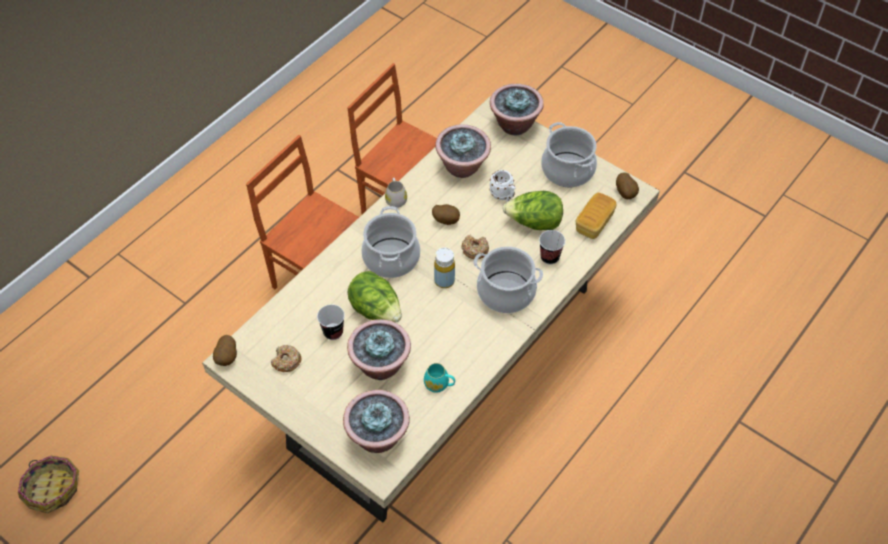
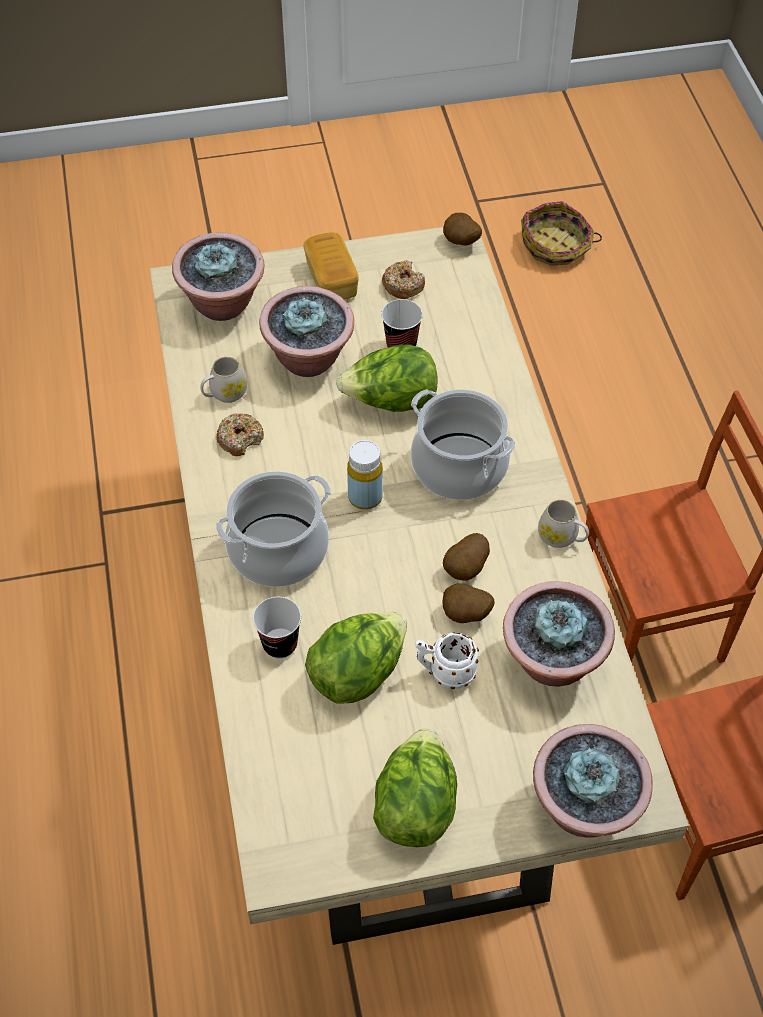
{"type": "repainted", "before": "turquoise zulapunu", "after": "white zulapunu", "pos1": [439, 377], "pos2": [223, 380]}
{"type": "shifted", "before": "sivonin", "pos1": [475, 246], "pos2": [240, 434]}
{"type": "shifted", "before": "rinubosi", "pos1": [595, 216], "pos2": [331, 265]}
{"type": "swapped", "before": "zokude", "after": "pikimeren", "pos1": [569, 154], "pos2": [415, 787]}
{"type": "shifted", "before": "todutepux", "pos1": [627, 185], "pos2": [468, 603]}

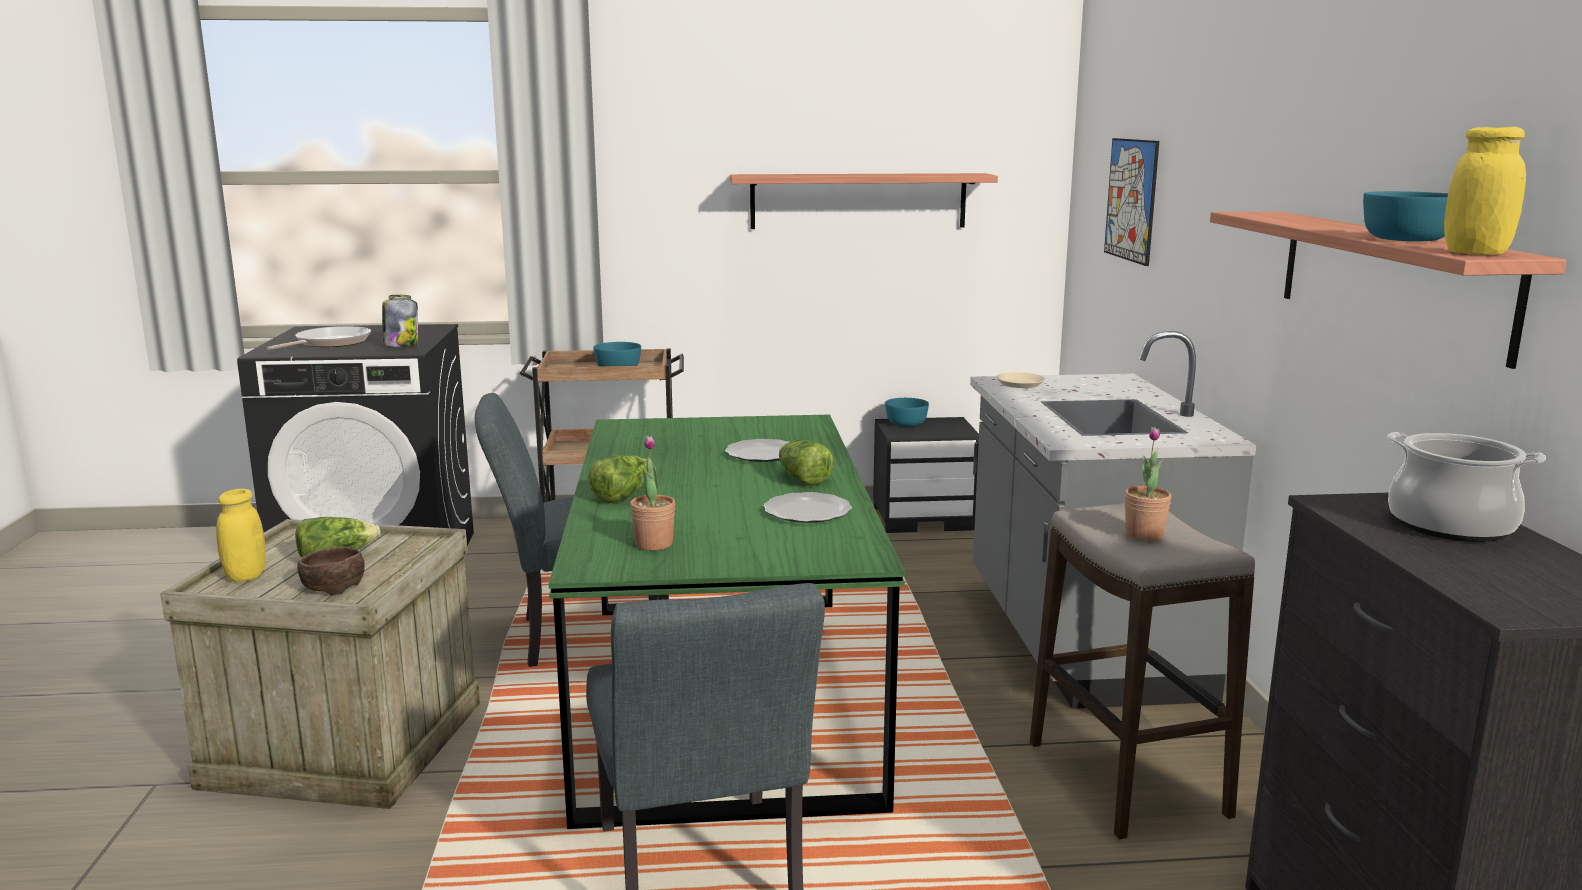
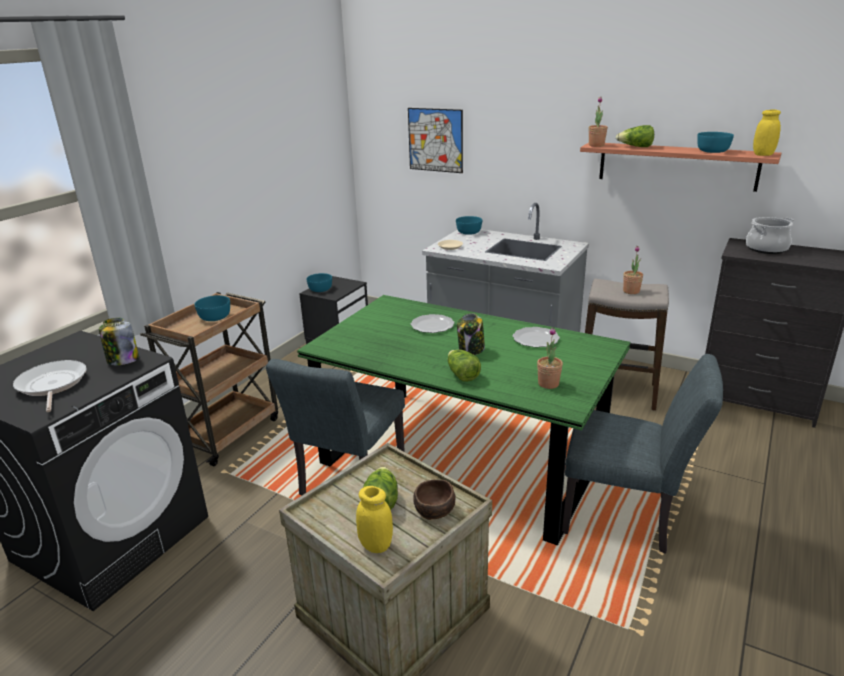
{"type": "new", "after": "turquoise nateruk", "pos2": [469, 225]}
{"type": "new", "after": "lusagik", "pos2": [471, 334]}
{"type": "new", "after": "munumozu", "pos2": [598, 122]}
{"type": "shifted", "before": "pikimeren", "pos1": [806, 463], "pos2": [635, 136]}
{"type": "gone", "before": "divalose", "pos1": [864, 201]}

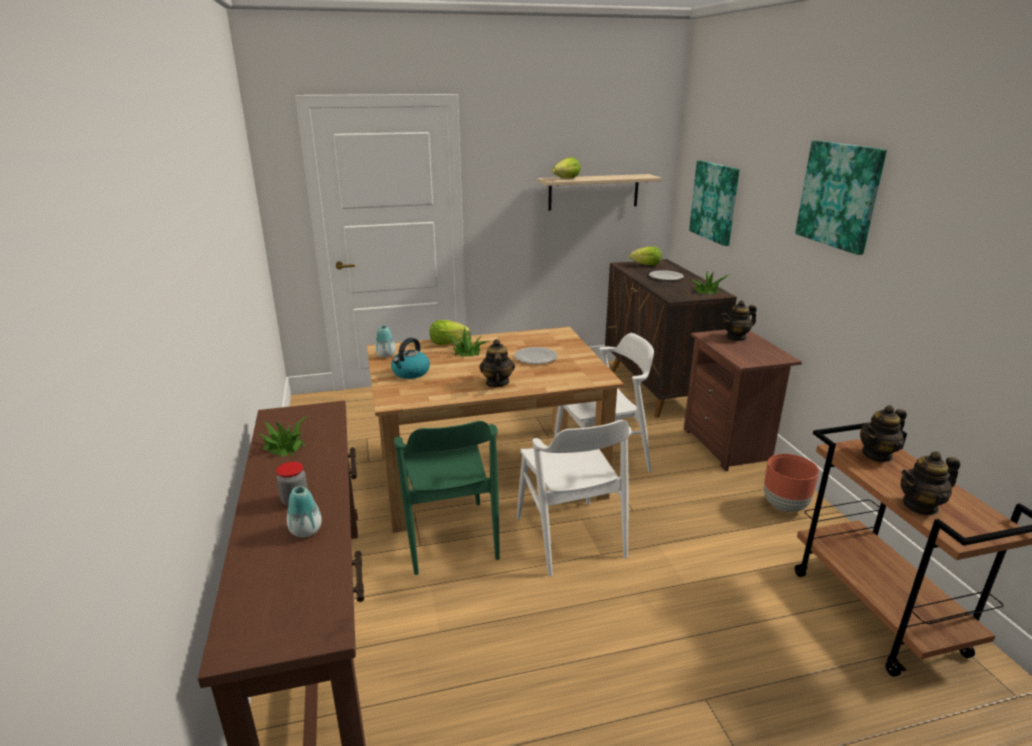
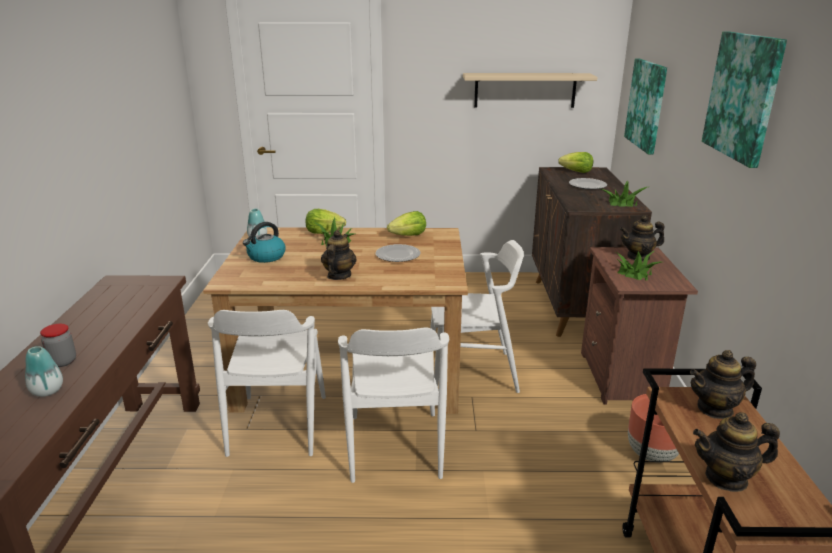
{"type": "repainted", "before": "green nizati", "after": "white nizati", "pos1": [447, 498], "pos2": [267, 383]}
{"type": "shifted", "before": "pikimeren", "pos1": [566, 168], "pos2": [406, 223]}
{"type": "shifted", "before": "munumozu", "pos1": [282, 436], "pos2": [638, 265]}

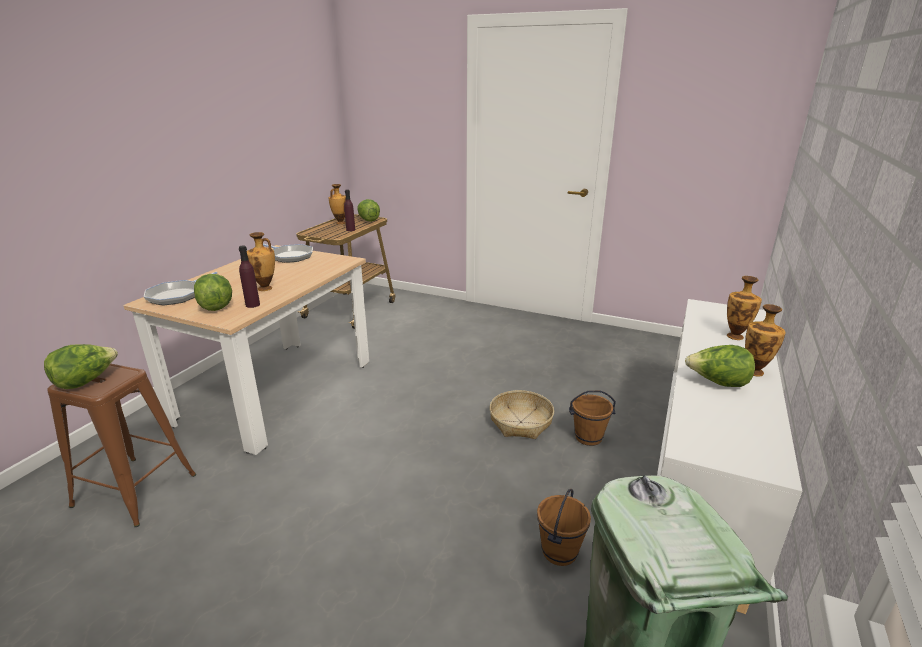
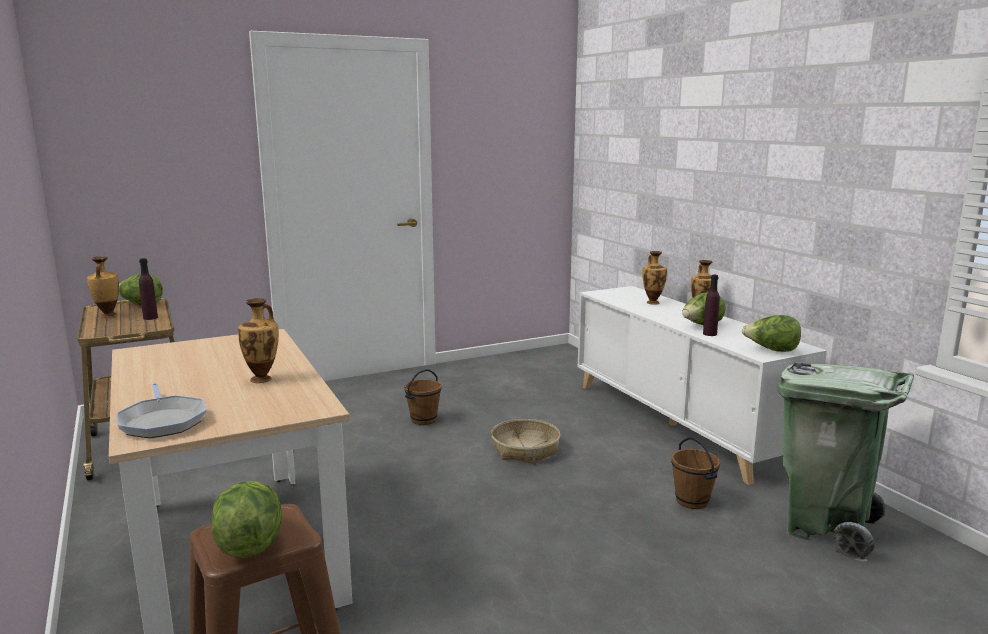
{"type": "shifted", "before": "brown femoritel", "pos1": [592, 418], "pos2": [423, 397]}
{"type": "shifted", "before": "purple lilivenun", "pos1": [249, 277], "pos2": [711, 305]}
{"type": "shifted", "before": "pikimeren", "pos1": [213, 292], "pos2": [771, 333]}
{"type": "gone", "before": "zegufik", "pos1": [288, 253]}

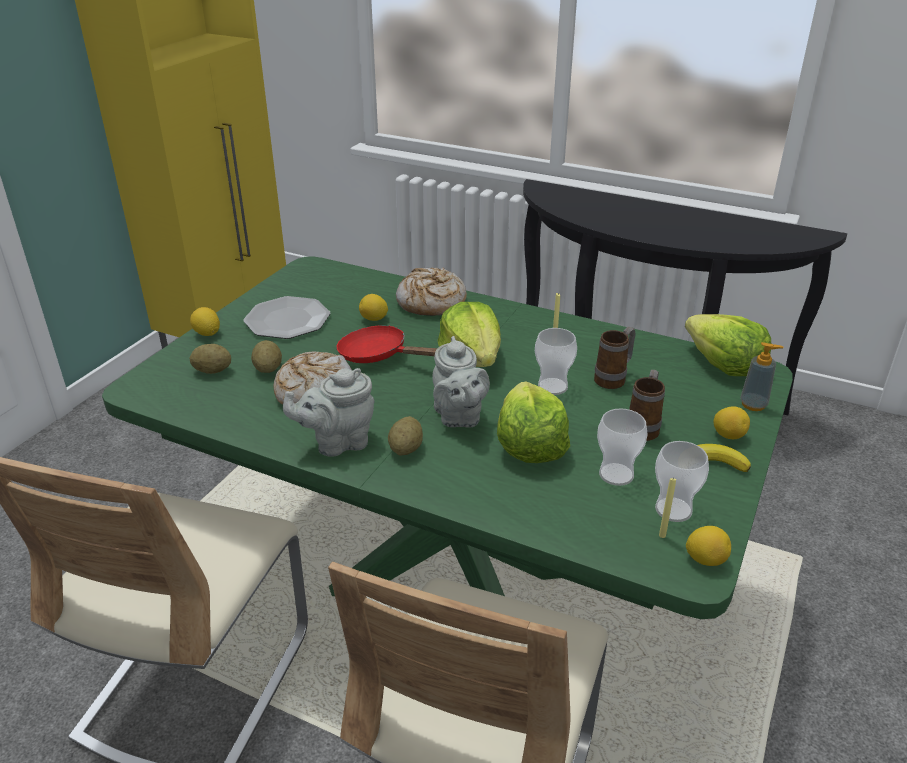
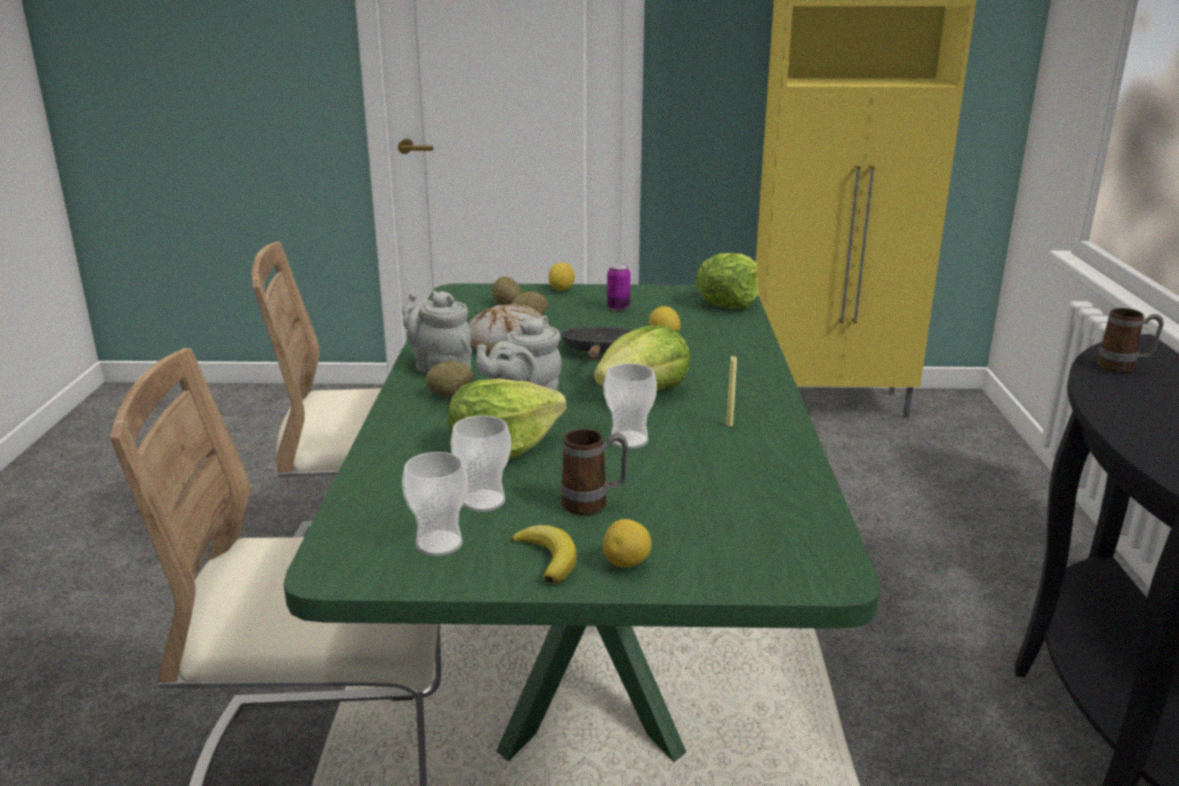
{"type": "repainted", "before": "red zegufik", "after": "black zegufik", "pos1": [386, 344], "pos2": [595, 343]}
{"type": "swapped", "before": "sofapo", "after": "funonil", "pos1": [286, 317], "pos2": [618, 287]}
{"type": "shifted", "before": "pikimeren", "pos1": [728, 345], "pos2": [727, 281]}
{"type": "shifted", "before": "zulapunu", "pos1": [615, 358], "pos2": [1130, 340]}
{"type": "gone", "before": "rinubosi", "pos1": [431, 291]}
{"type": "gone", "before": "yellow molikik", "pos1": [667, 507]}
{"type": "gone", "before": "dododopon", "pos1": [708, 546]}
{"type": "gone", "before": "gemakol", "pos1": [762, 376]}

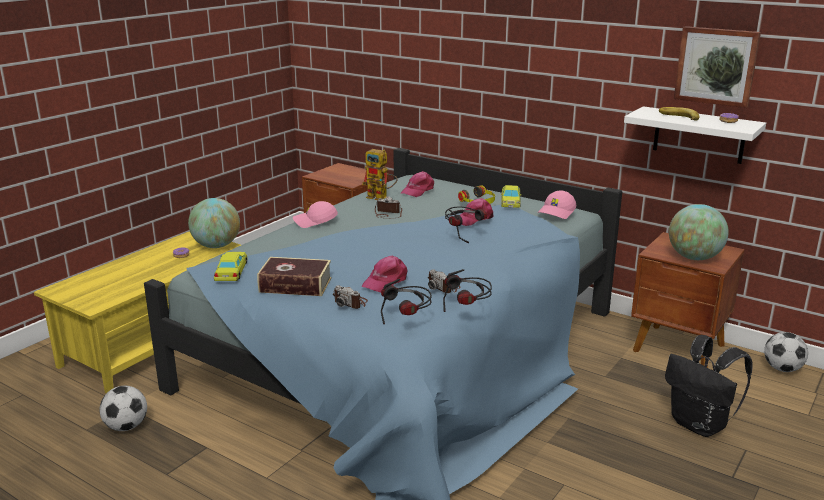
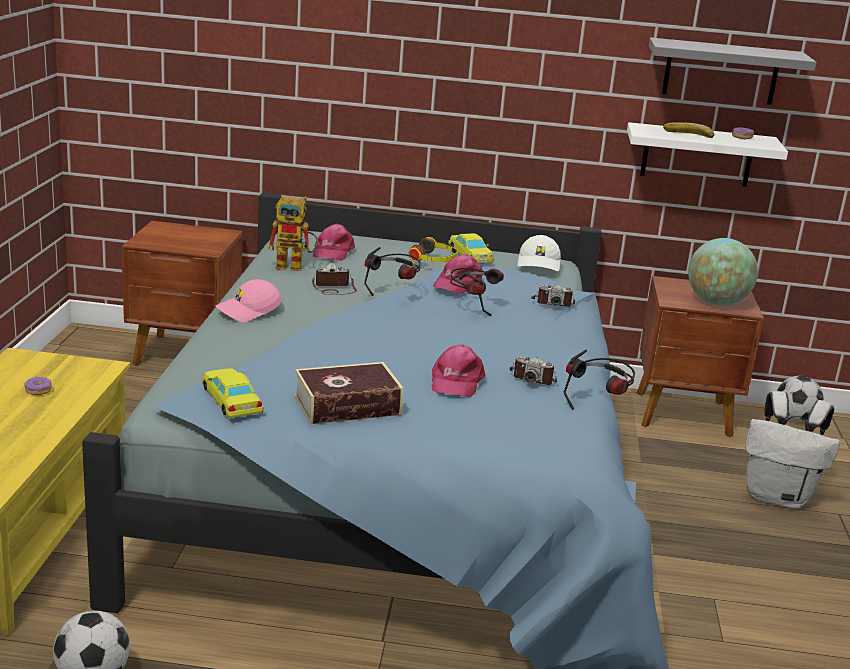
{"type": "shifted", "before": "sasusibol", "pos1": [406, 301], "pos2": [392, 271]}
{"type": "repainted", "before": "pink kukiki", "after": "white kukiki", "pos1": [556, 204], "pos2": [539, 253]}
{"type": "shifted", "before": "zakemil", "pos1": [350, 297], "pos2": [553, 296]}
{"type": "swapped", "before": "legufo", "after": "grey divalose", "pos1": [717, 67], "pos2": [733, 71]}
{"type": "repainted", "before": "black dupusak", "after": "white dupusak", "pos1": [709, 386], "pos2": [792, 450]}
{"type": "gone", "before": "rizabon", "pos1": [214, 223]}

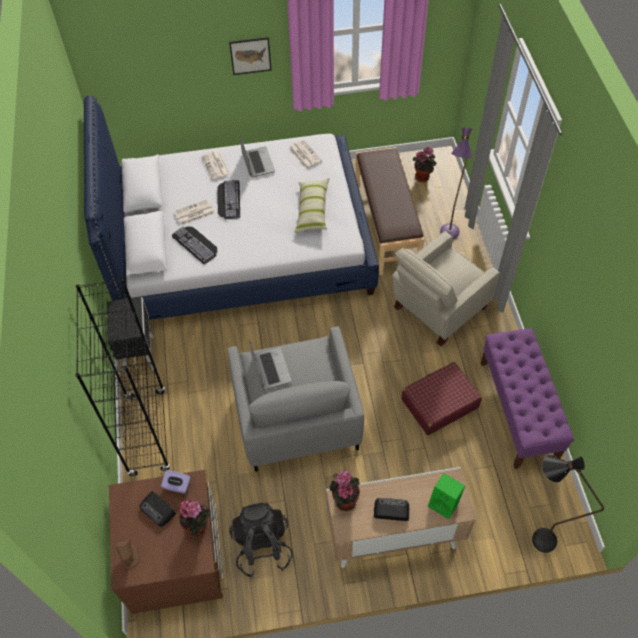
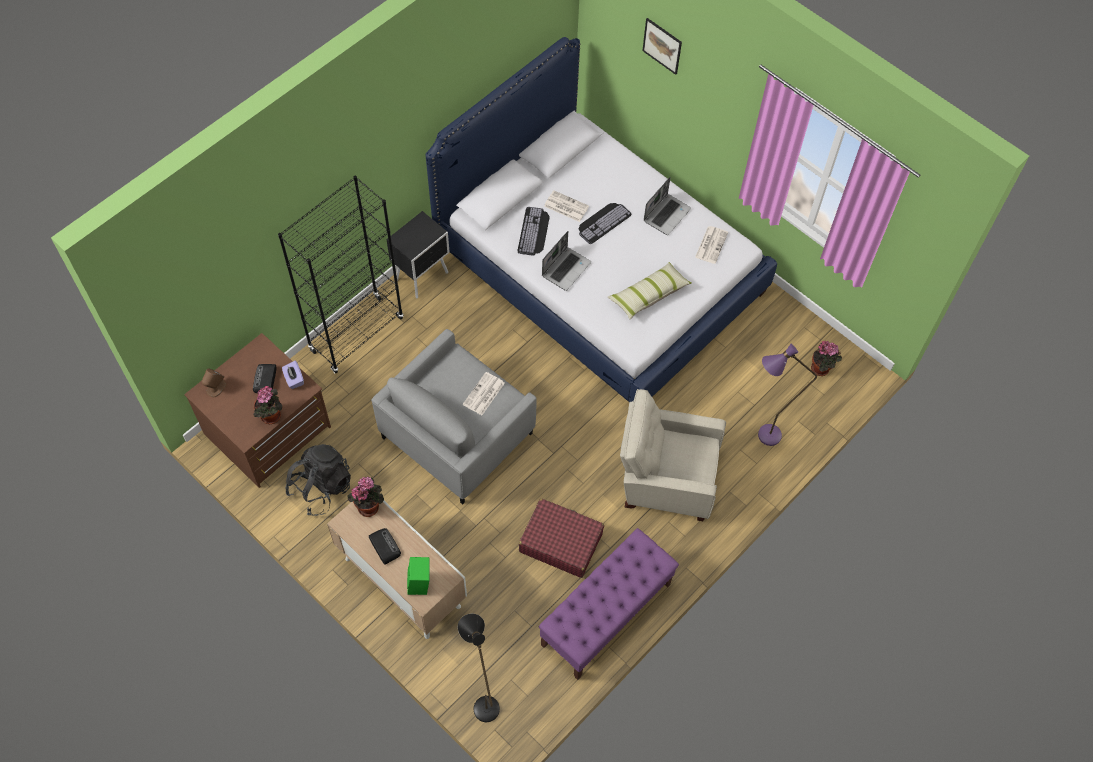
{"type": "shifted", "before": "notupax", "pos1": [216, 165], "pos2": [484, 393]}
{"type": "shifted", "before": "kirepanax", "pos1": [270, 364], "pos2": [566, 261]}
{"type": "shifted", "before": "legufo", "pos1": [250, 56], "pos2": [662, 46]}
{"type": "gone", "before": "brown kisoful", "pos1": [390, 211]}

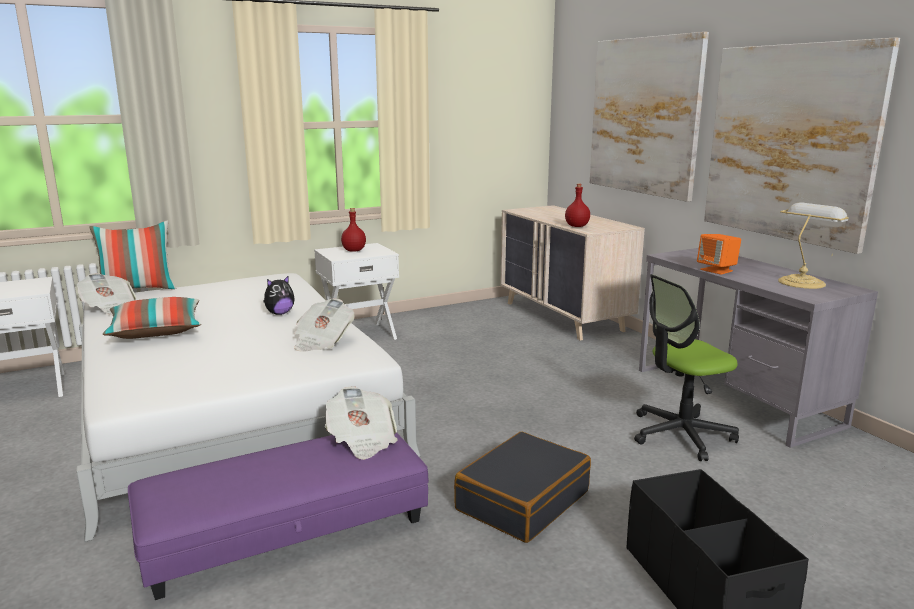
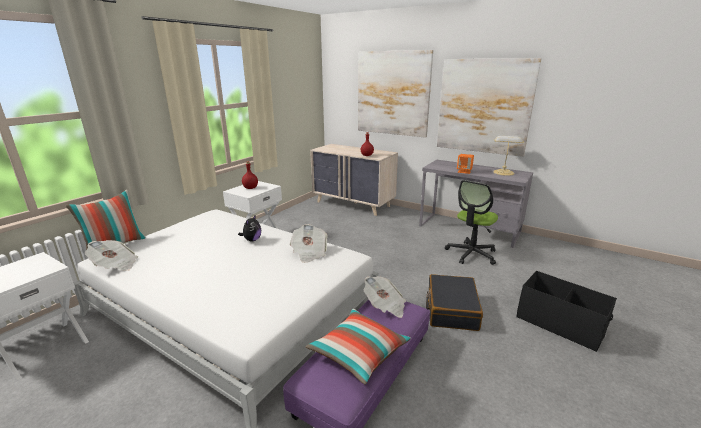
{"type": "shifted", "before": "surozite", "pos1": [152, 318], "pos2": [358, 347]}

